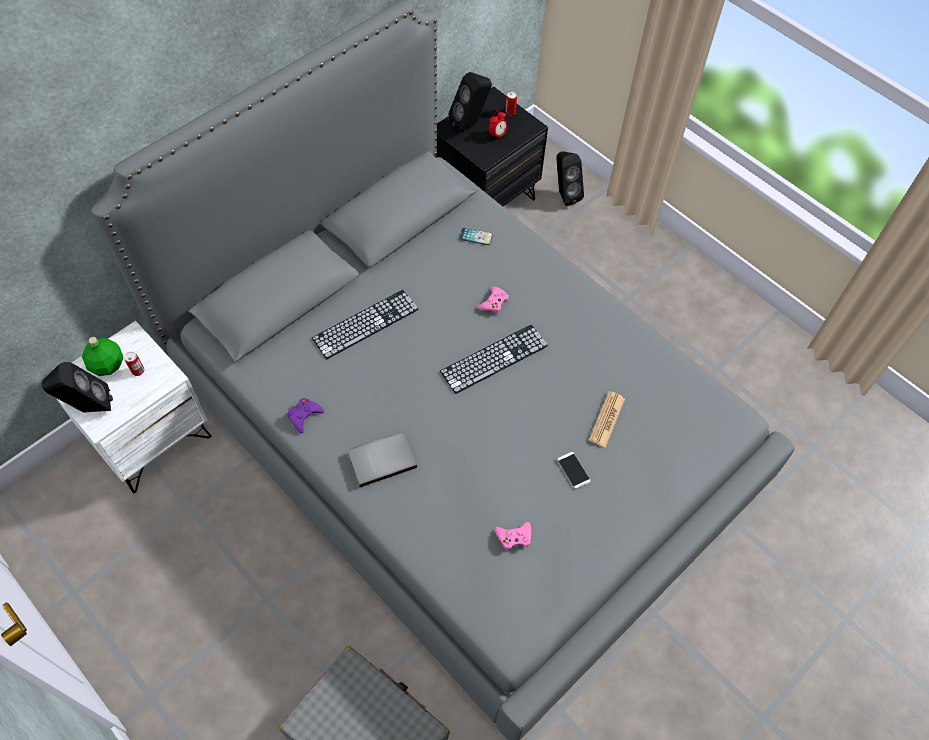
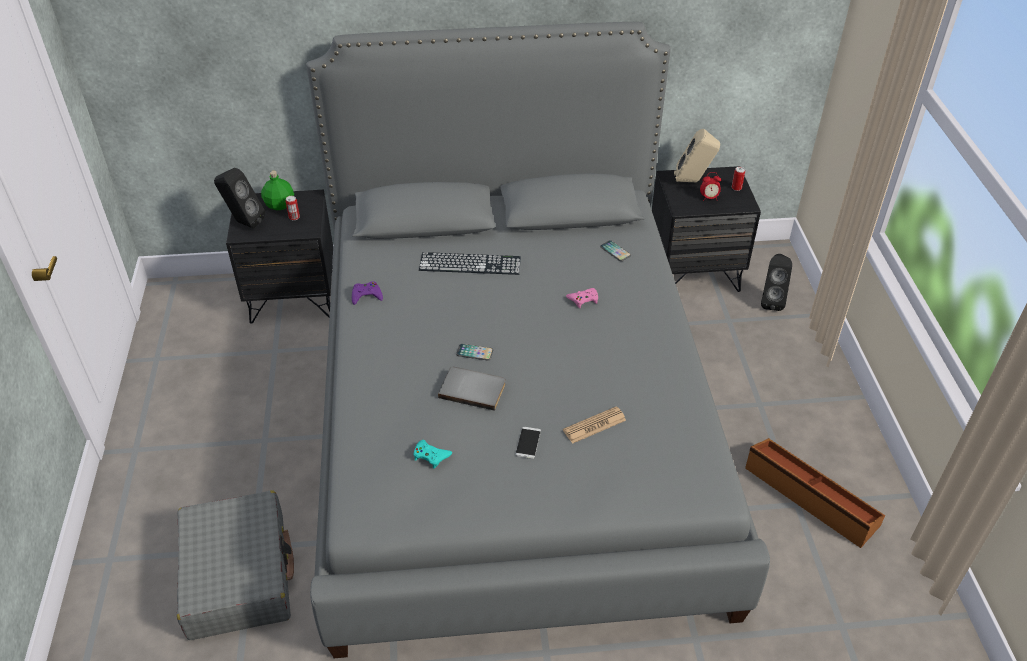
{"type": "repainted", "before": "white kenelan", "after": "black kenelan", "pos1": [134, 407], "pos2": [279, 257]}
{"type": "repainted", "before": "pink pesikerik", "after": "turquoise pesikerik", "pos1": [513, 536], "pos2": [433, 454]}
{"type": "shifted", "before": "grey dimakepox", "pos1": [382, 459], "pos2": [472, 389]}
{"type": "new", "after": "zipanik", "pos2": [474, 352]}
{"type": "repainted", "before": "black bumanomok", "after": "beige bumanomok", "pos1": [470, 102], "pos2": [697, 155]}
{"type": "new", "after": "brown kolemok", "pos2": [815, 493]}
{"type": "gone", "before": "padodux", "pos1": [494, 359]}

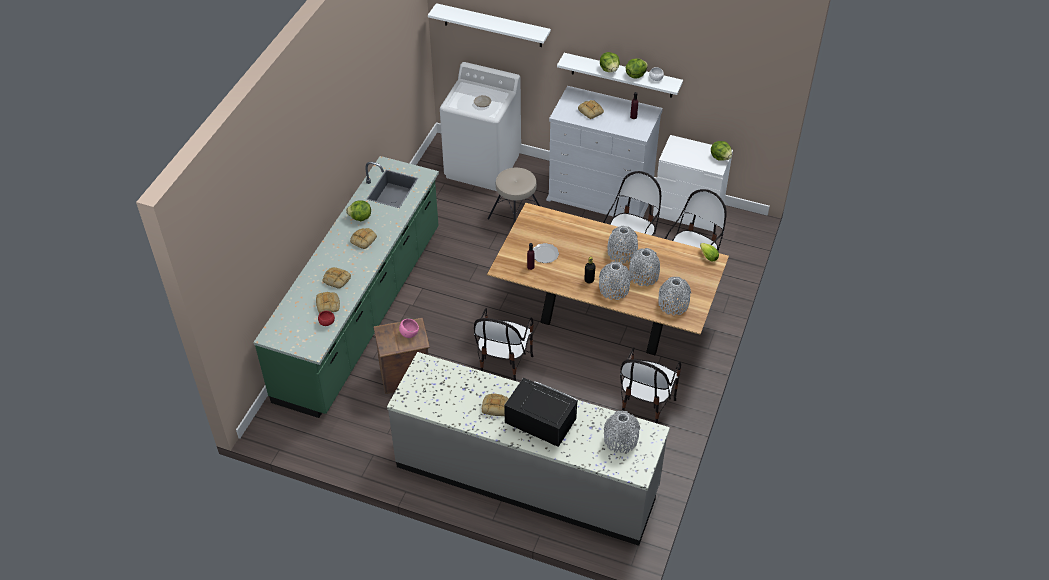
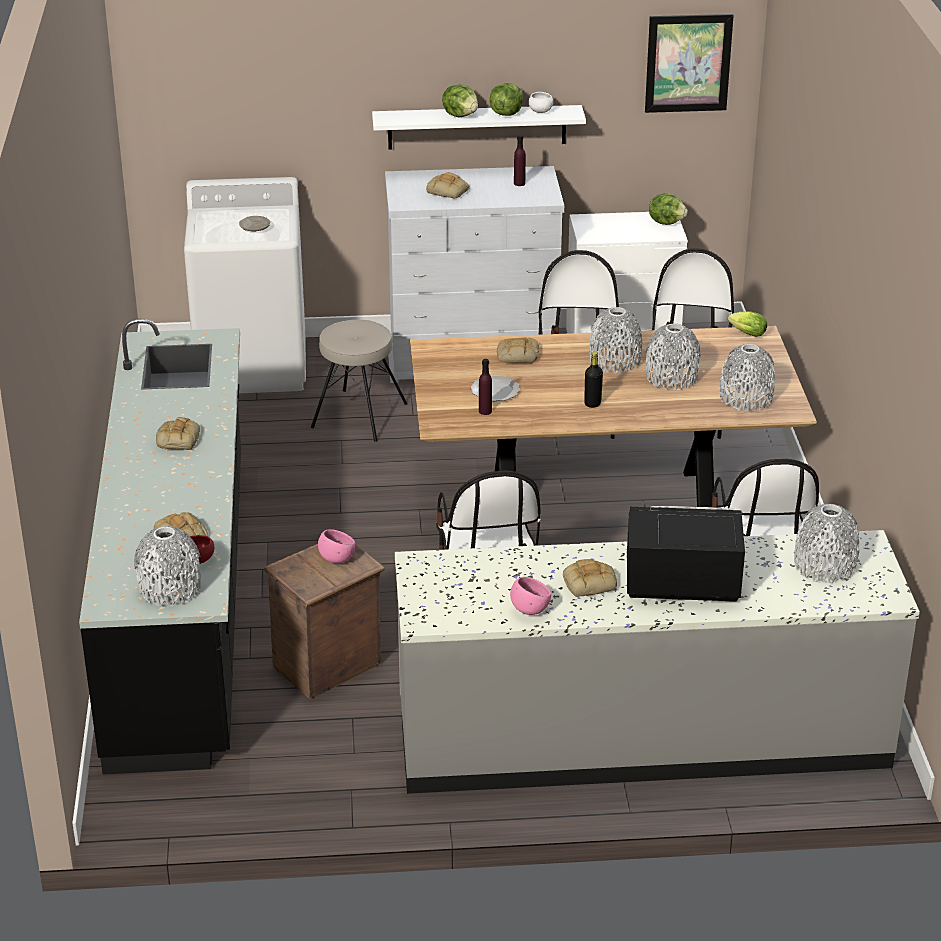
{"type": "repainted", "before": "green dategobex", "after": "black dategobex", "pos1": [346, 287], "pos2": [160, 547]}
{"type": "shifted", "before": "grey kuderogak", "pos1": [615, 280], "pos2": [167, 566]}
{"type": "shifted", "before": "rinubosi", "pos1": [336, 278], "pos2": [518, 350]}
{"type": "new", "after": "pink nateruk", "pos2": [530, 596]}
{"type": "new", "after": "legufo", "pos2": [689, 63]}
{"type": "gone", "before": "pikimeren", "pos1": [358, 210]}
{"type": "gone", "before": "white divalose", "pos1": [489, 25]}

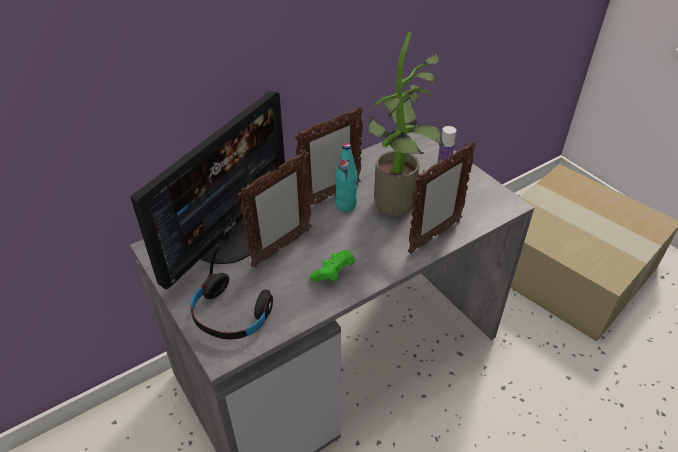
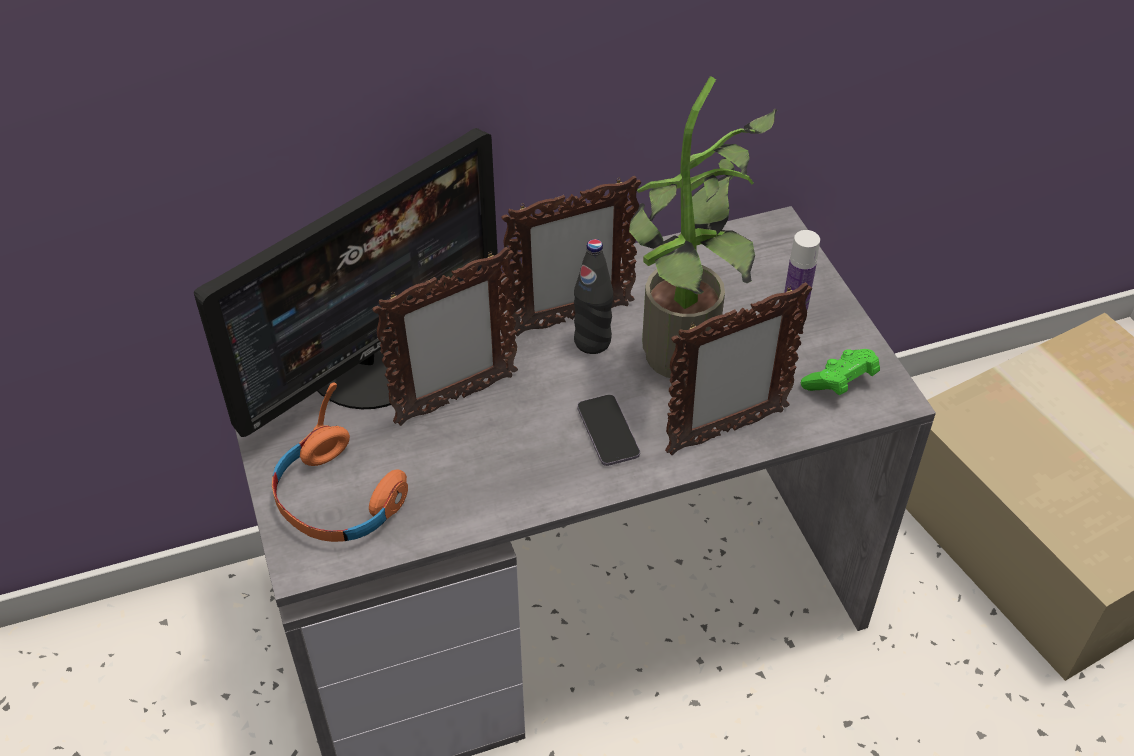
{"type": "repainted", "before": "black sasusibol", "after": "orange sasusibol", "pos1": [231, 292], "pos2": [340, 462]}
{"type": "repainted", "before": "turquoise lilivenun", "after": "black lilivenun", "pos1": [346, 177], "pos2": [593, 296]}
{"type": "new", "after": "zipanik", "pos2": [608, 430]}
{"type": "shifted", "before": "green pesikerik", "pos1": [332, 266], "pos2": [840, 372]}

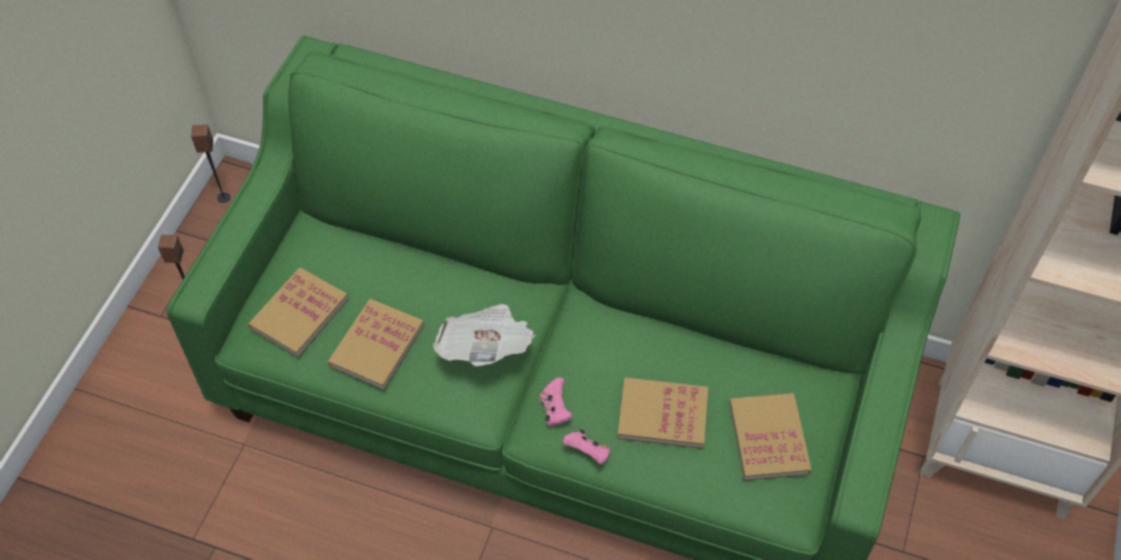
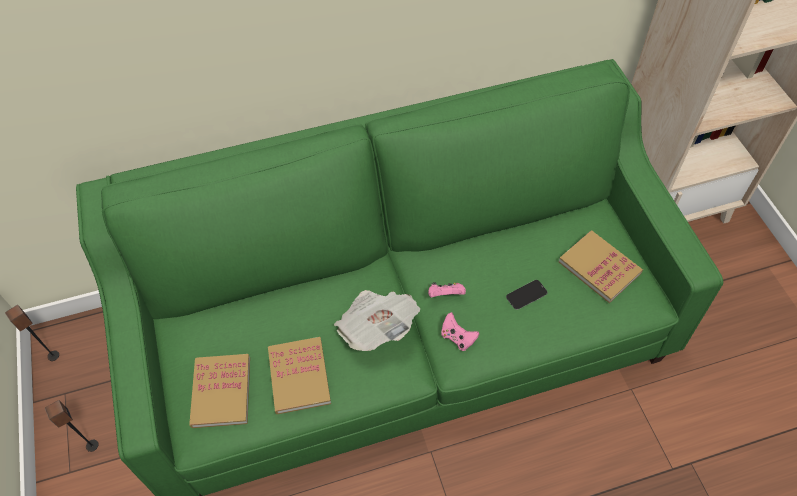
{"type": "shifted", "before": "pink pesikerik", "pos1": [586, 446], "pos2": [447, 290]}
{"type": "swapped", "before": "dimakepox", "after": "zipanik", "pos1": [663, 413], "pos2": [527, 295]}

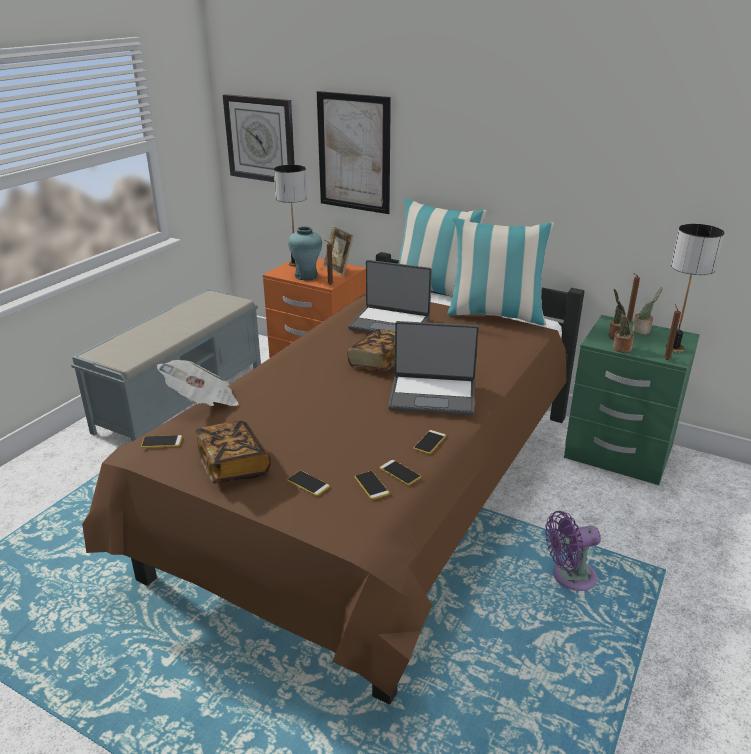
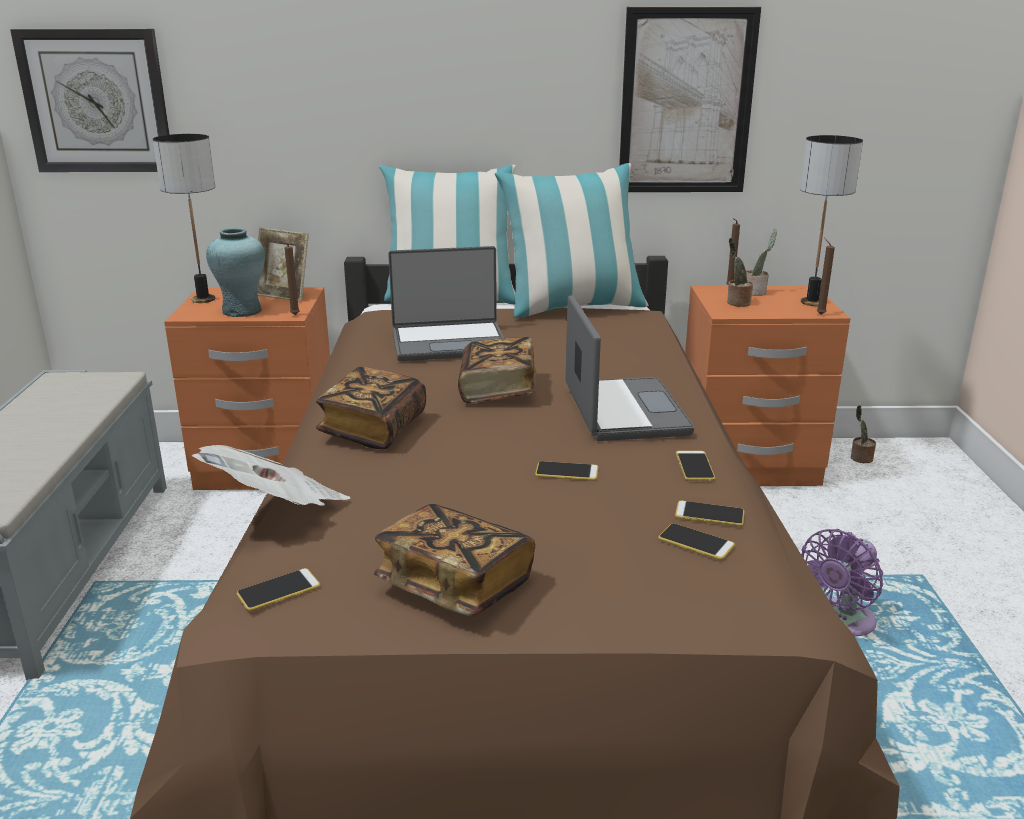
{"type": "new", "after": "dimakepox", "pos2": [371, 408]}
{"type": "shifted", "before": "zipanik", "pos1": [308, 483], "pos2": [567, 471]}
{"type": "rotated", "before": "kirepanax", "pos1": [433, 368], "pos2": [630, 368], "turn": -75}
{"type": "shifted", "before": "legufo", "pos1": [354, 152], "pos2": [690, 99]}
{"type": "repainted", "before": "green kenelan", "after": "orange kenelan", "pos1": [632, 400], "pos2": [768, 385]}
{"type": "shifted", "before": "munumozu", "pos1": [623, 327], "pos2": [863, 434]}

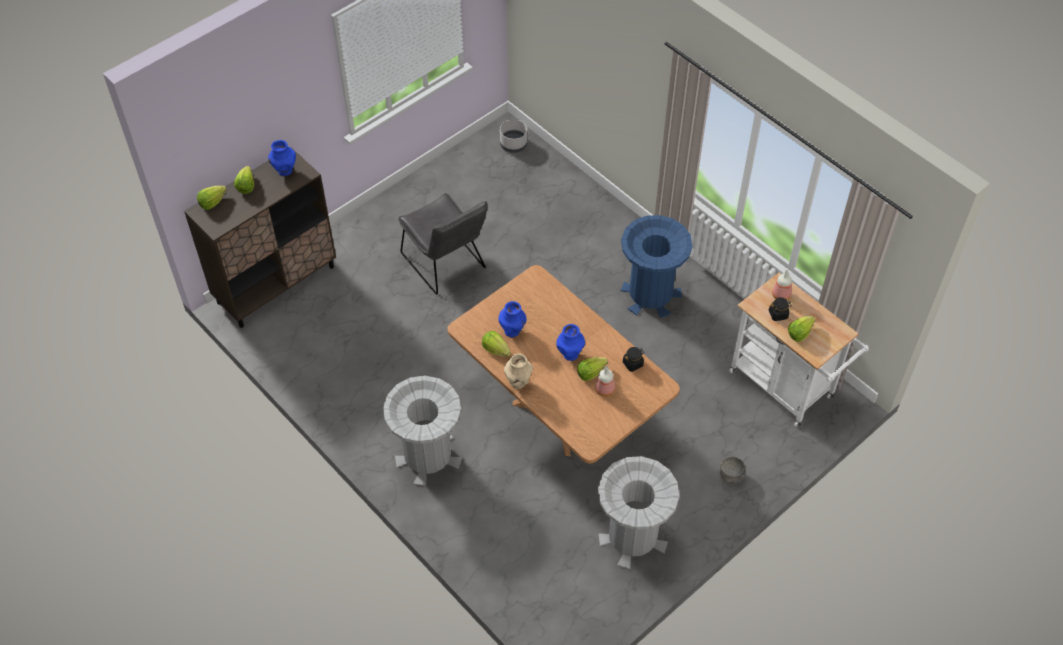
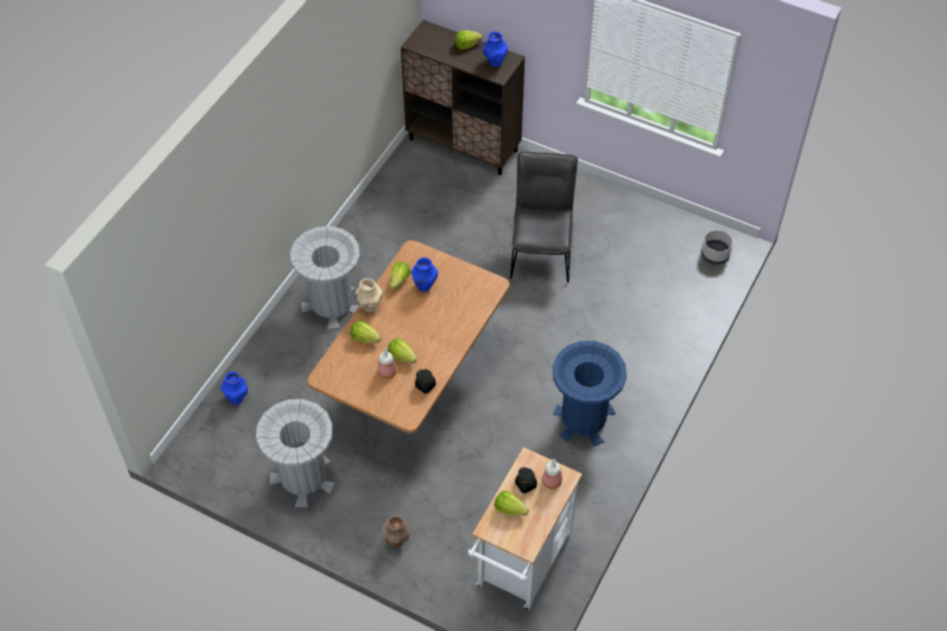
{"type": "shifted", "before": "blue kuderogak", "pos1": [570, 342], "pos2": [234, 388]}
{"type": "shifted", "before": "pikimeren", "pos1": [212, 198], "pos2": [365, 332]}
{"type": "swapped", "before": "grey nateruk", "after": "brown kuderogak", "pos1": [732, 470], "pos2": [395, 531]}
{"type": "rotated", "before": "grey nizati", "pos1": [443, 243], "pos2": [544, 217], "turn": 150}

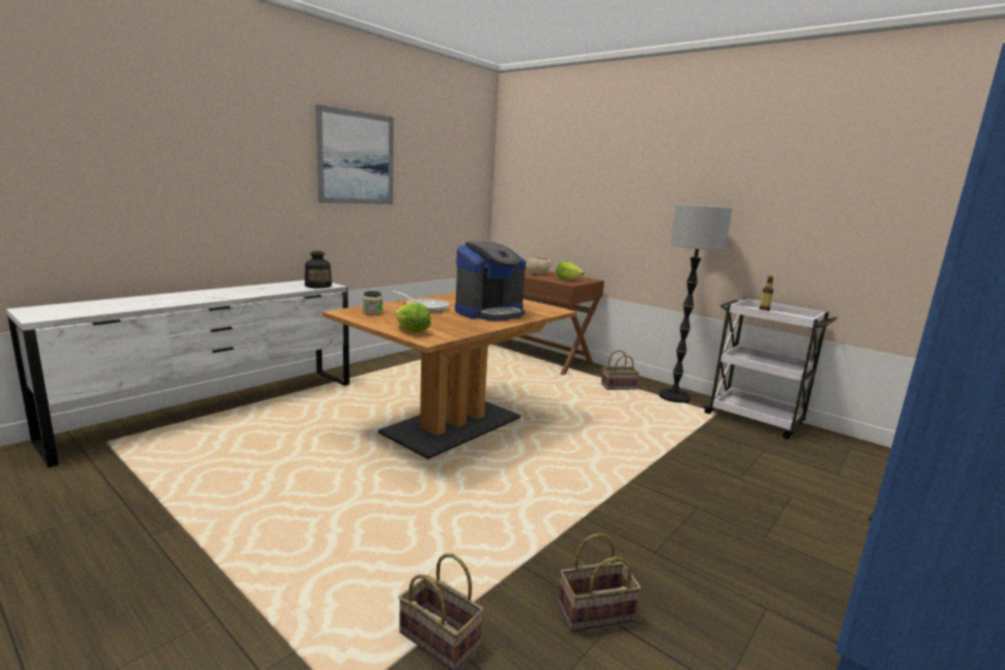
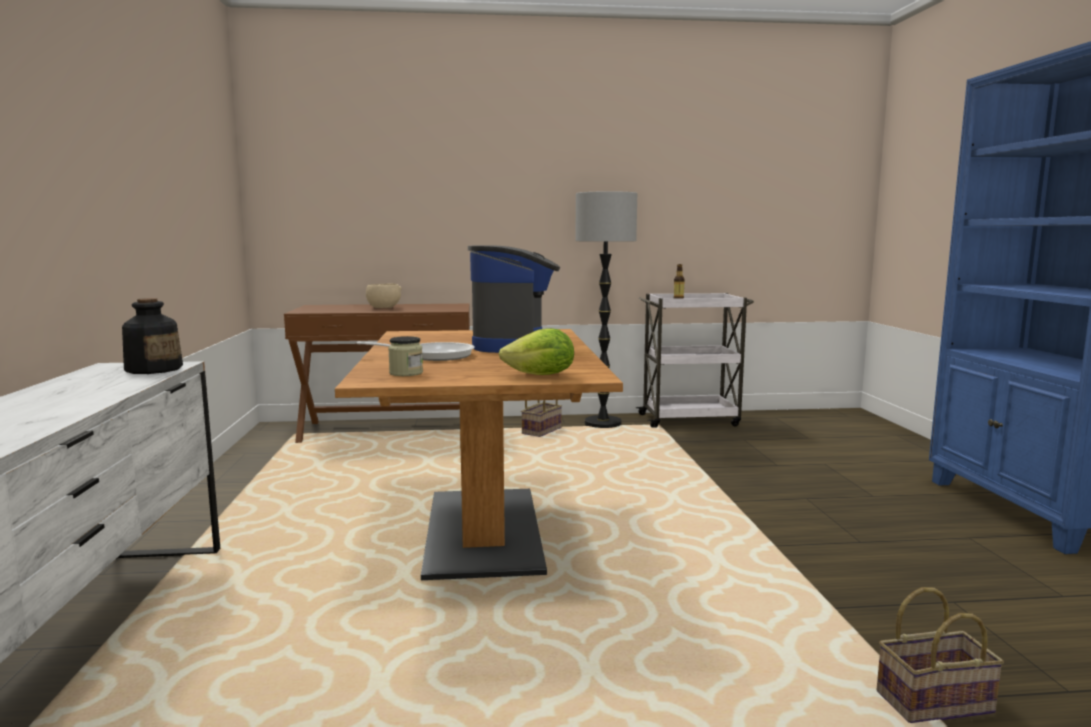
{"type": "gone", "before": "legufo", "pos1": [354, 154]}
{"type": "gone", "before": "pikimeren", "pos1": [570, 270]}
{"type": "gone", "before": "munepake", "pos1": [599, 582]}

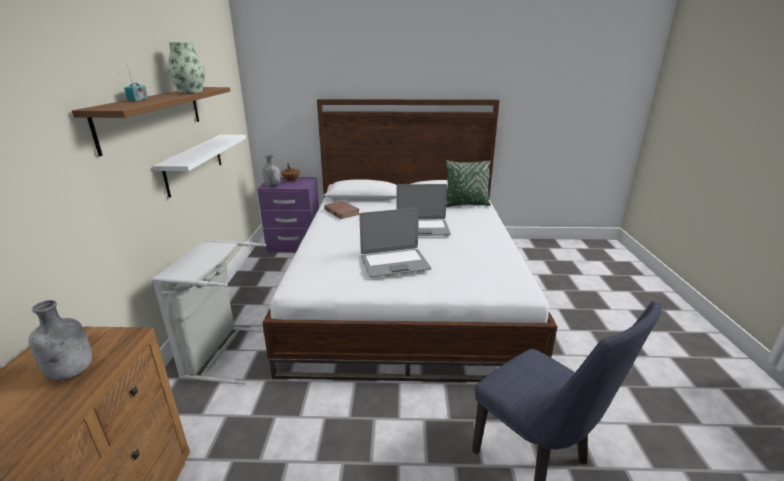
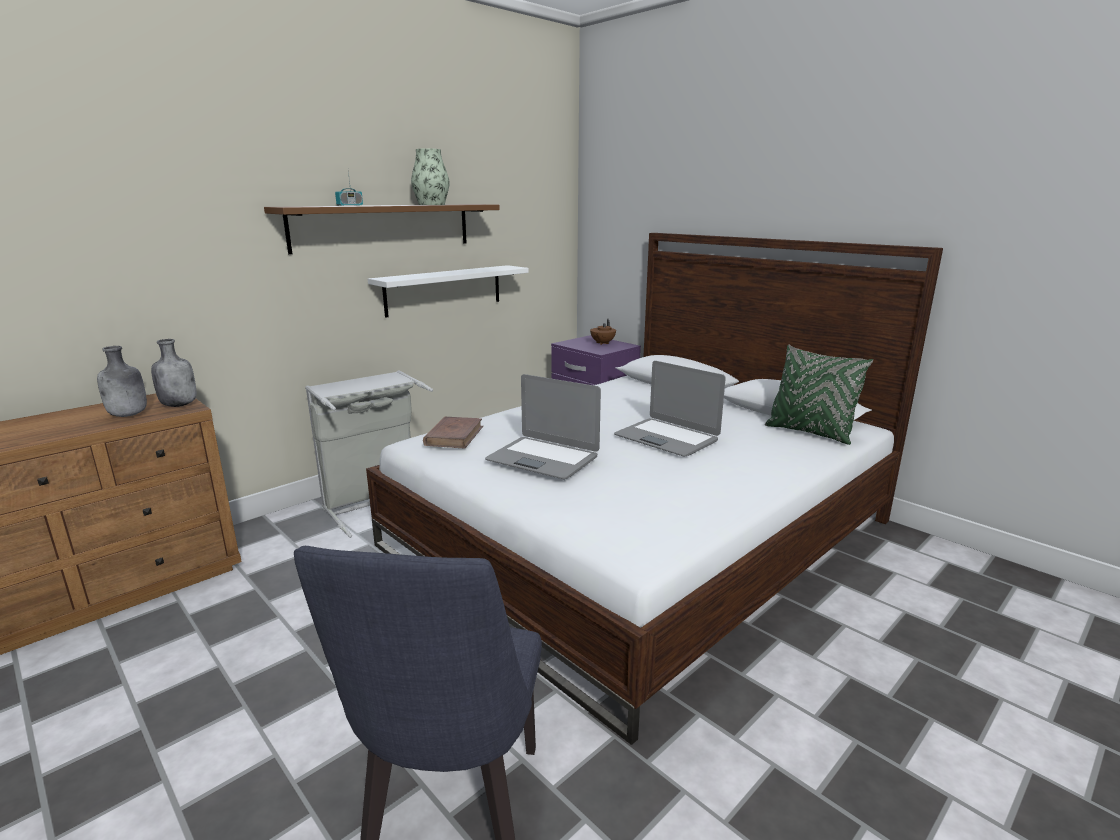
{"type": "shifted", "before": "grey lilivenun", "pos1": [271, 171], "pos2": [173, 373]}
{"type": "shifted", "before": "brown dimakepox", "pos1": [342, 210], "pos2": [453, 432]}

